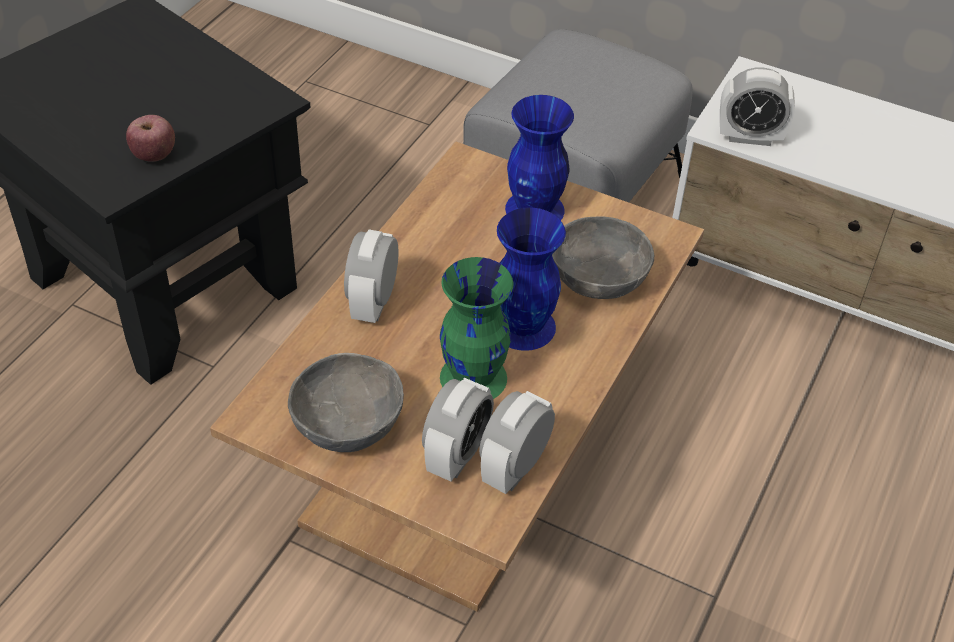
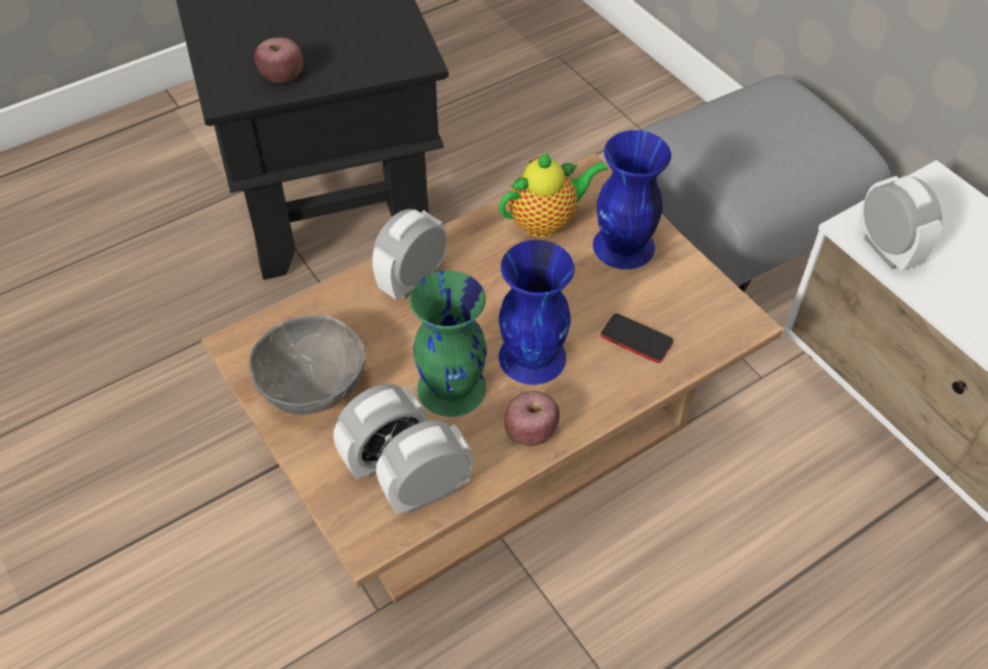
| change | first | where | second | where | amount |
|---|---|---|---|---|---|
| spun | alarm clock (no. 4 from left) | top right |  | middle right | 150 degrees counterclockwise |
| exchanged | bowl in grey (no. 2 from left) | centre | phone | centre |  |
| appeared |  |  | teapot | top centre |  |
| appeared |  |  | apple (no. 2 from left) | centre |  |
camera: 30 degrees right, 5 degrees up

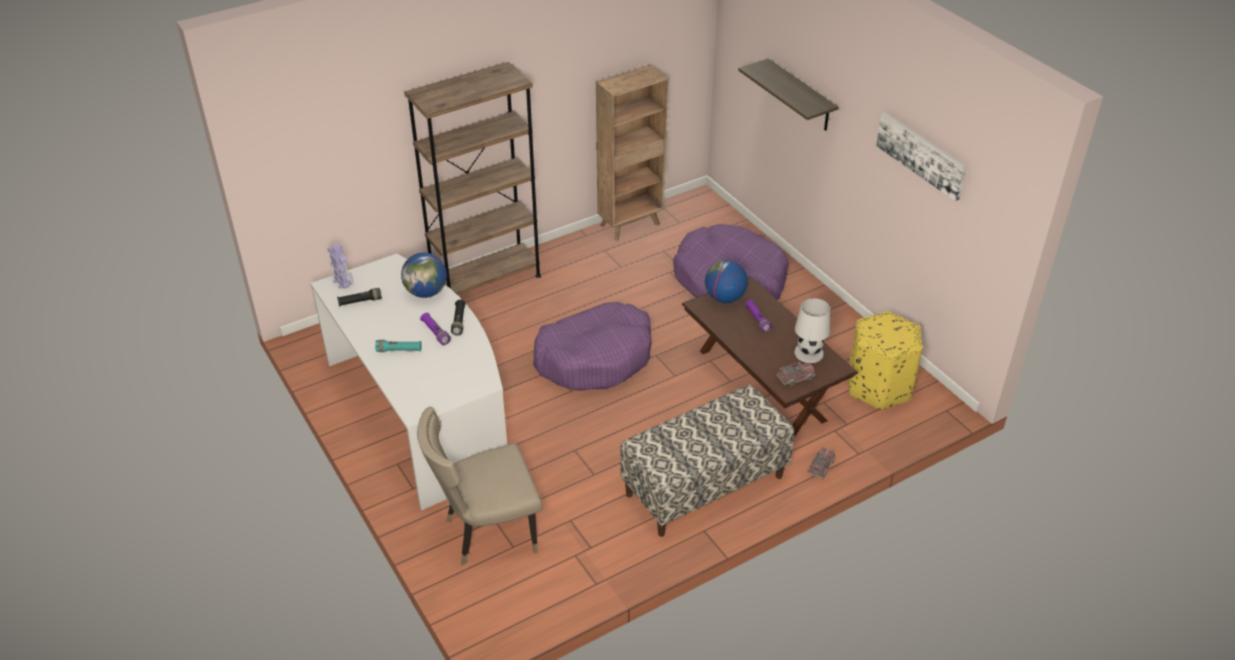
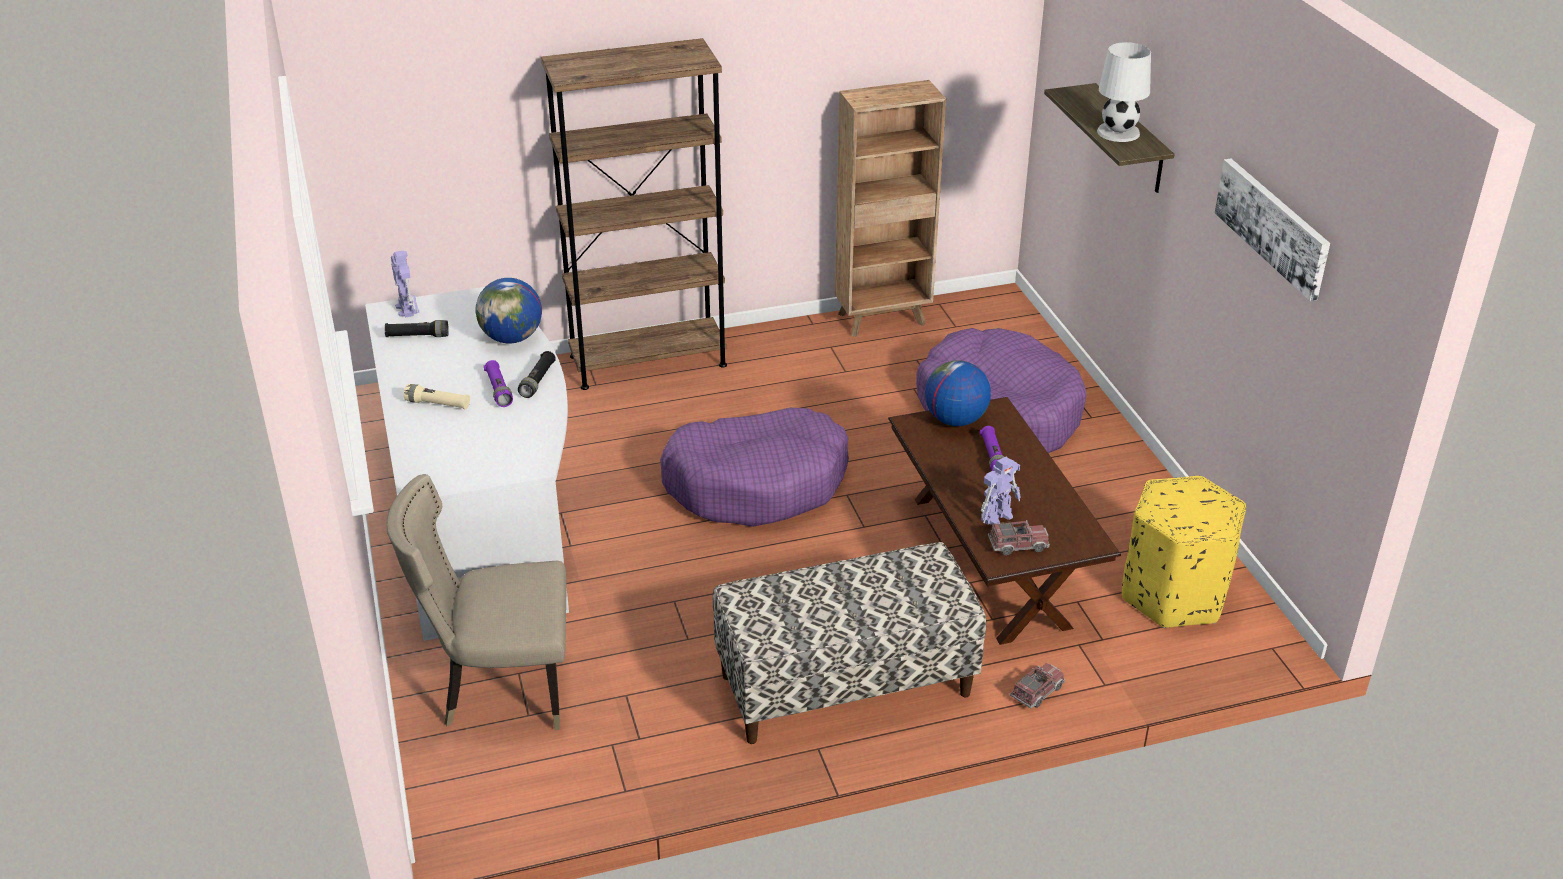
| change | first | where | second | where | amount |
|---|---|---|---|---|---|
| relocated | table lamp in white | centre |  | top right |  |
| colour | flashlight in turquoise | middle left | flashlight in beige | middle left |  |
| appeared |  |  | toy robot (no. 2 from left) | centre |  |
camera: 15 degrees right, 5 degrees down

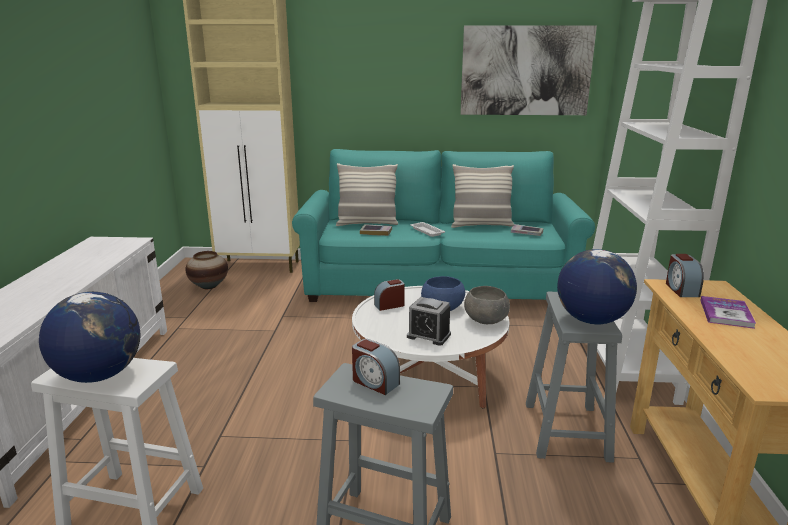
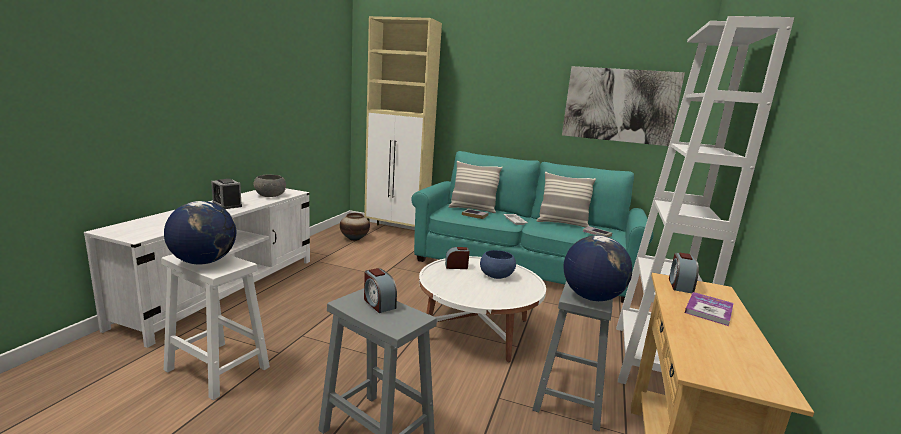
| change | first | where | second | where | amount |
|---|---|---|---|---|---|
| relocated | bowl in grey | centre |  | middle left |  |
| relocated | alarm clock (no. 3 from left in the first image) | centre | alarm clock (no. 1 from left) | middle left |  |
camera: 15 degrees right, 5 degrees down

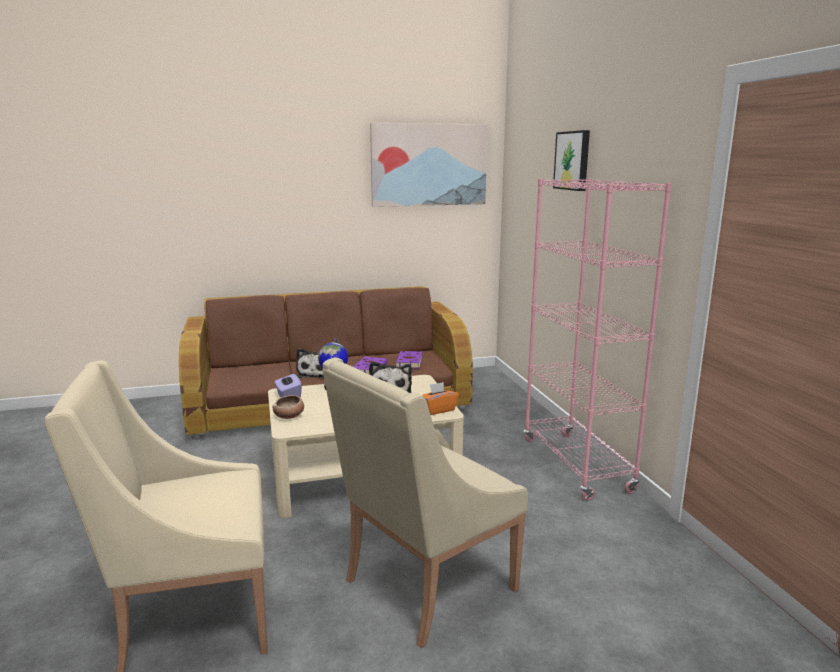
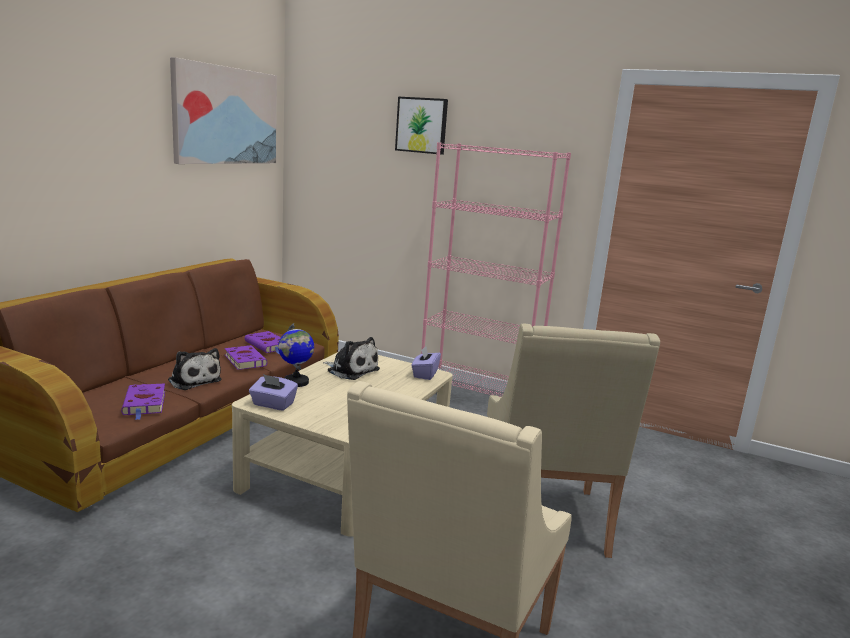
| change | first | where | second | where | amount |
|---|---|---|---|---|---|
| colour | tissue box in orange | centre | tissue box in purple (no. 2 from left) | centre |  |
| missing | bowl | centre |  |  |  |
| appeared |  |  | book in purple (no. 1 from left) | middle left |  |
camera: 50 degrees left, 0 degrees up

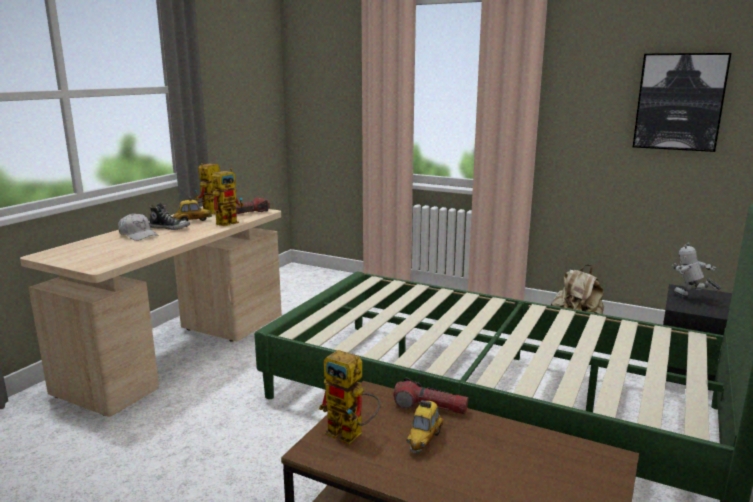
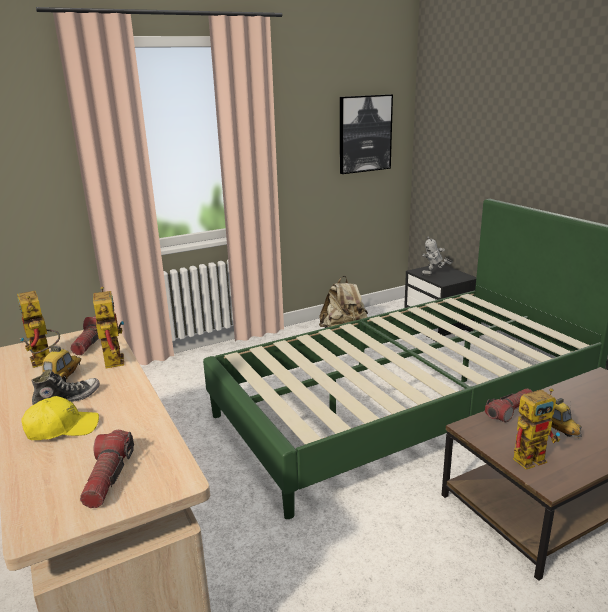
| change | first | where | second | where | amount |
|---|---|---|---|---|---|
| colour | cap in white | middle left | cap in yellow | bottom left |  |
| appeared |  |  | flashlight (no. 2 from left) | bottom left |  |
camera: 55 degrees left, 5 degrees up

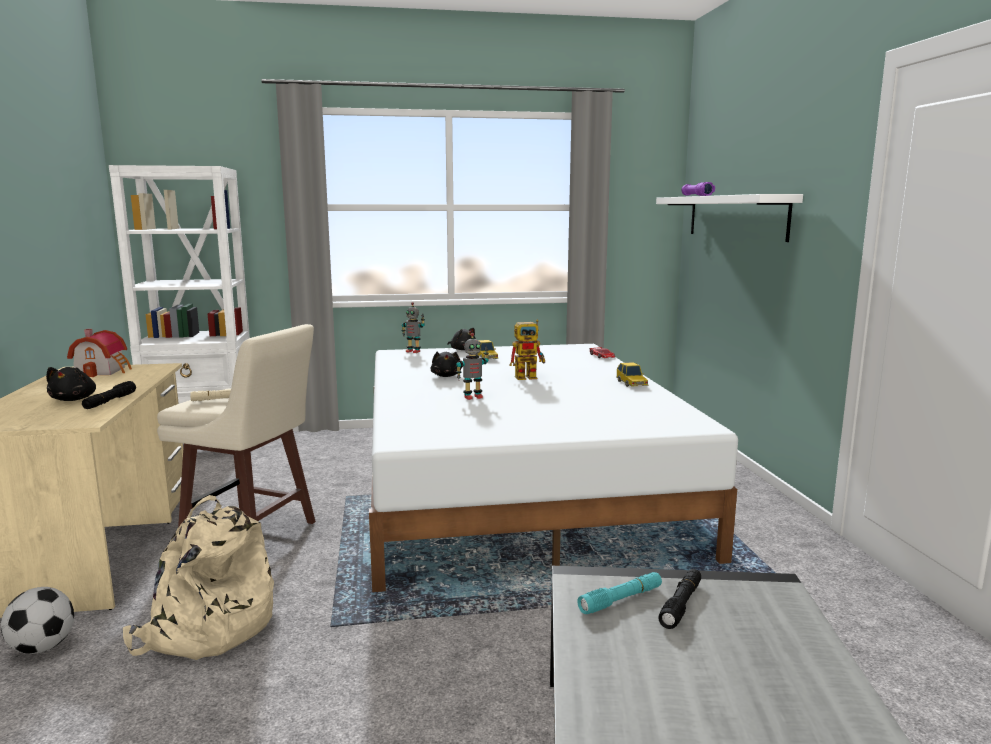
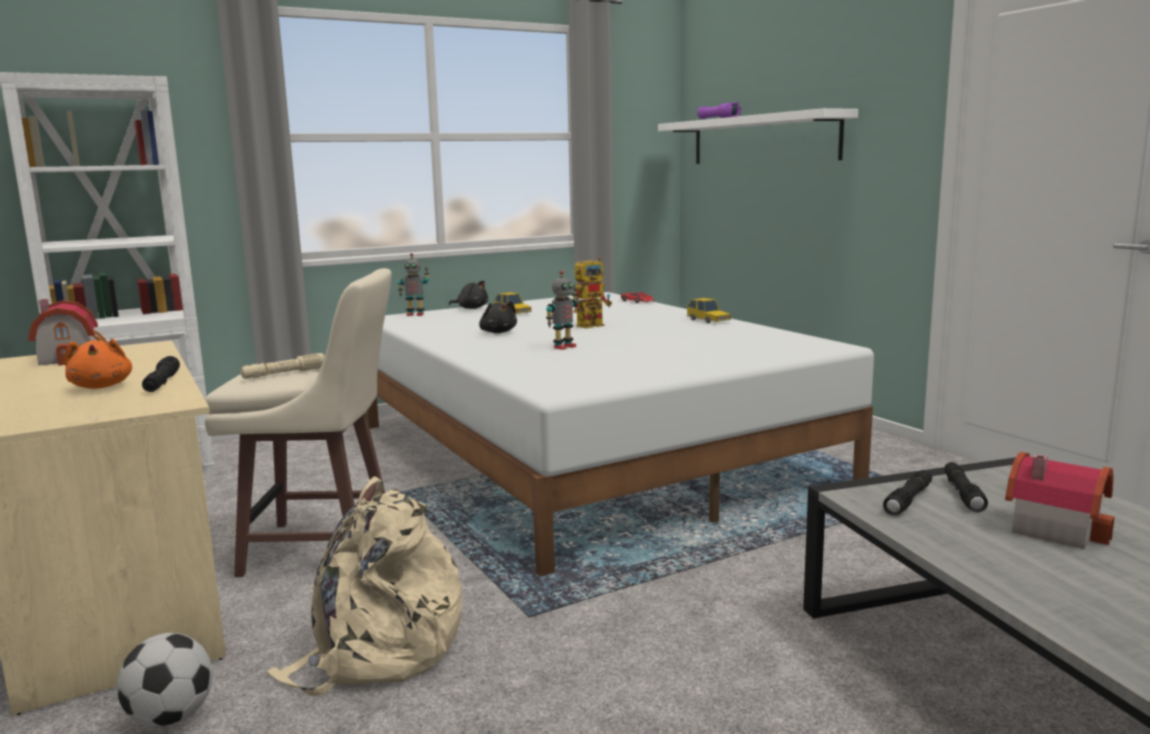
| change | first | where | second | where | amount |
|---|---|---|---|---|---|
| colour | plush toy in black (no. 1 from left) | middle left | plush toy in orange | middle left |  |
| colour | flashlight in turquoise | bottom centre | flashlight in black (no. 2 from left) | bottom right |  |
| appeared |  |  | toy house (no. 2 from left) | bottom right |  |
camera: 20 degrees left, 0 degrees up

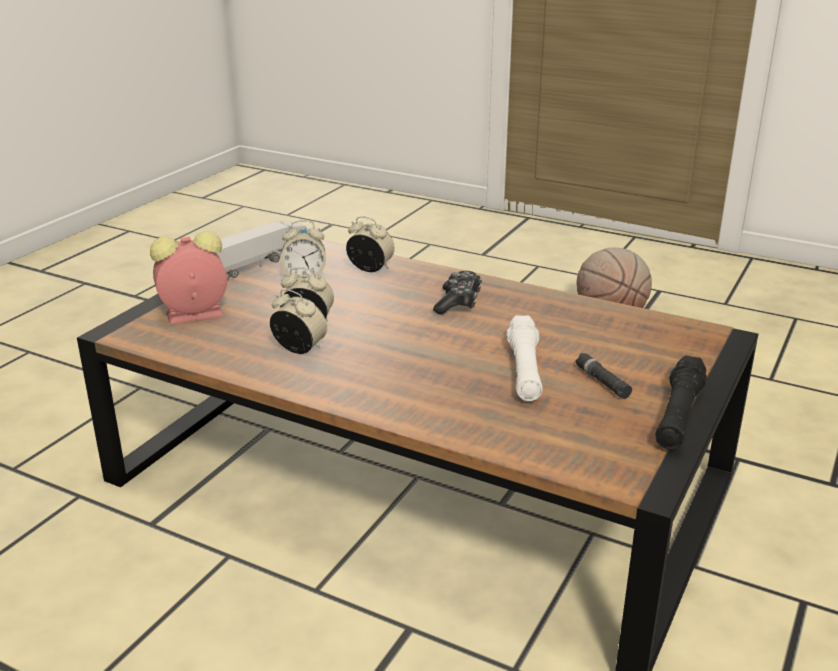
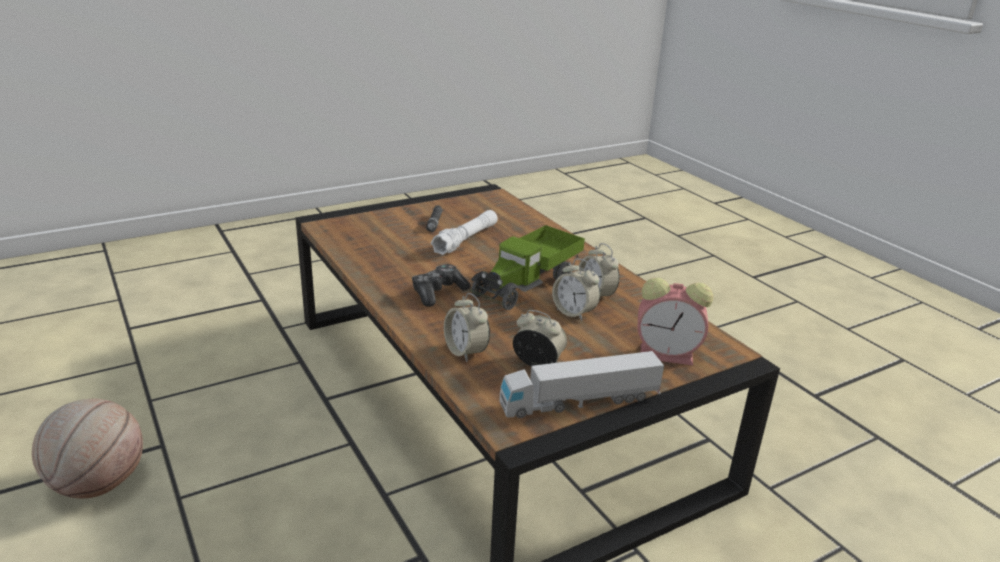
| change | first | where | second | where | amount |
|---|---|---|---|---|---|
| missing | flashlight in black (no. 2 from left) | middle right |  |  |  |
| appeared |  |  | toy truck (no. 1 from left) | centre |  |
camera: 150 degrees left, 0 degrees up

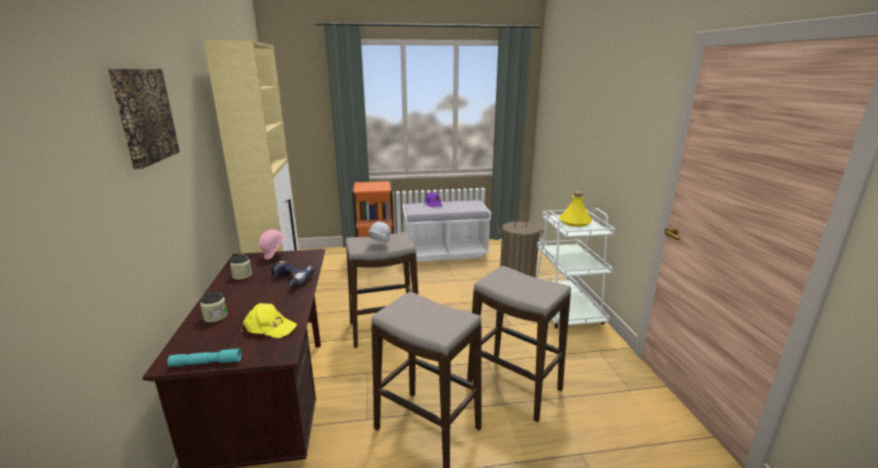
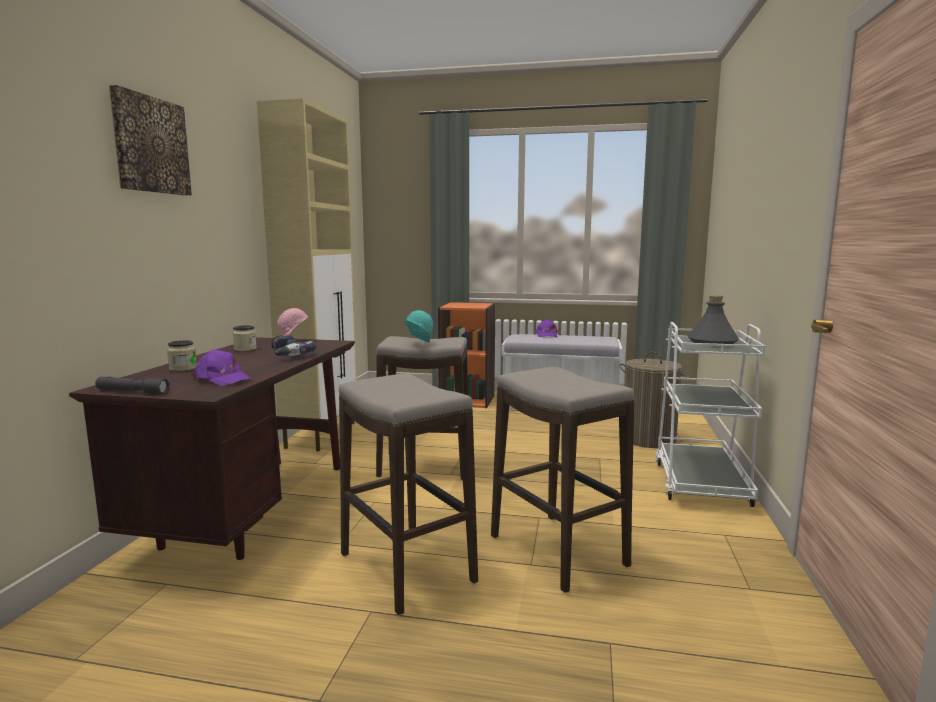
| change | first | where | second | where | amount |
|---|---|---|---|---|---|
| colour | bottle in yellow | centre | bottle in grey | middle right |  |
| colour | hard hat in white | centre | hard hat in turquoise | centre |  |
| colour | cap in yellow | bottom left | cap in purple (no. 1 from left) | middle left |  |
| colour | flashlight in turquoise | bottom left | flashlight in grey | middle left |  |
camera: 20 degrees right, 10 degrees down

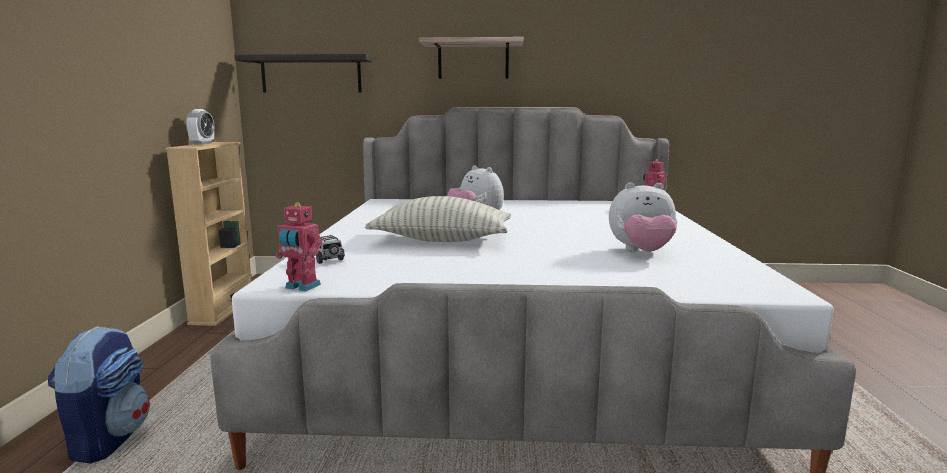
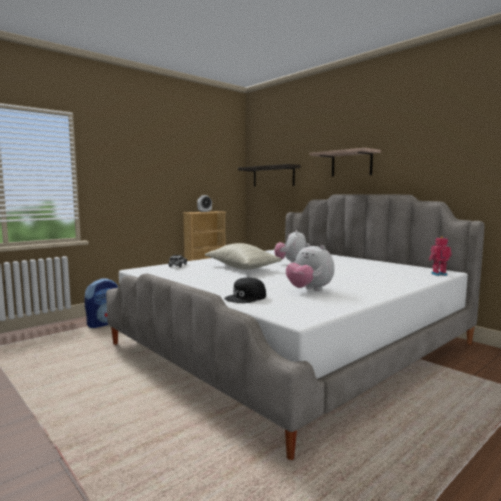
| change | first | where | second | where | amount |
|---|---|---|---|---|---|
| missing | toy robot (no. 1 from left) | middle left |  |  |  |
| appeared |  |  | cap in black | centre |  |
camera: 45 degrees right, 5 degrees down

